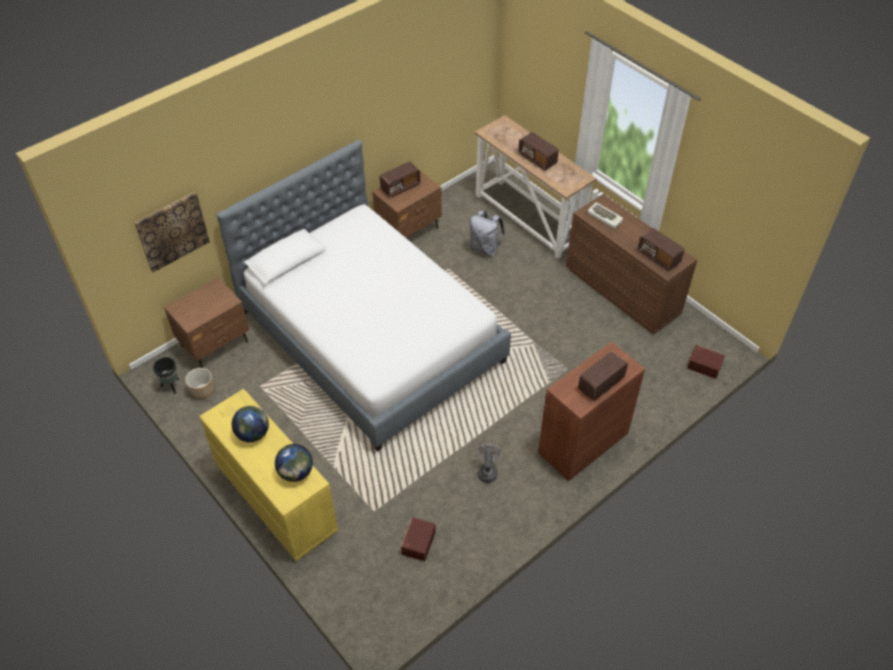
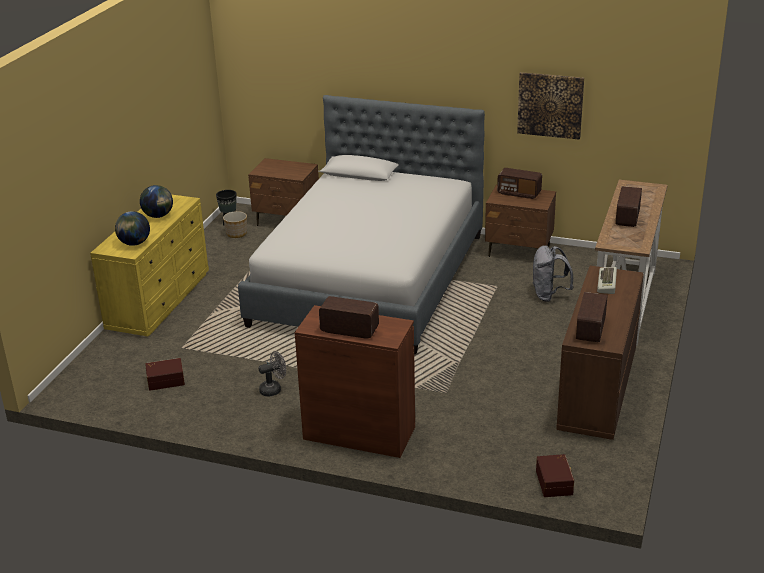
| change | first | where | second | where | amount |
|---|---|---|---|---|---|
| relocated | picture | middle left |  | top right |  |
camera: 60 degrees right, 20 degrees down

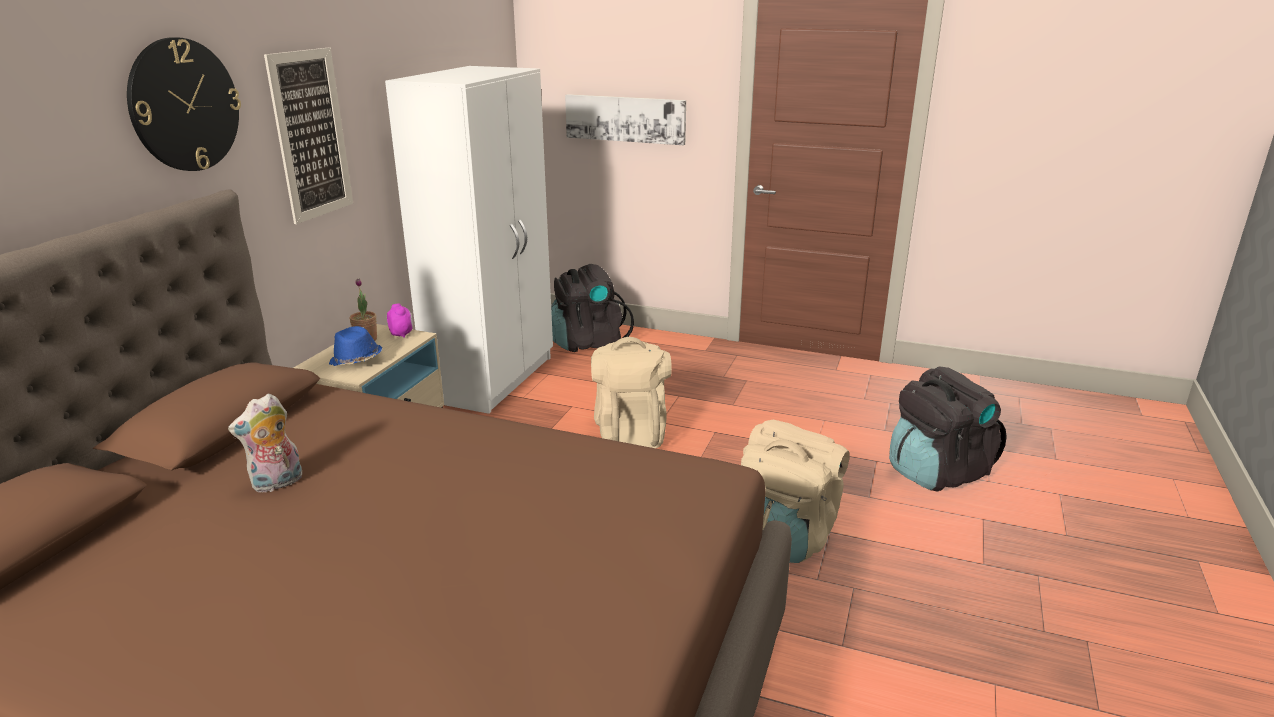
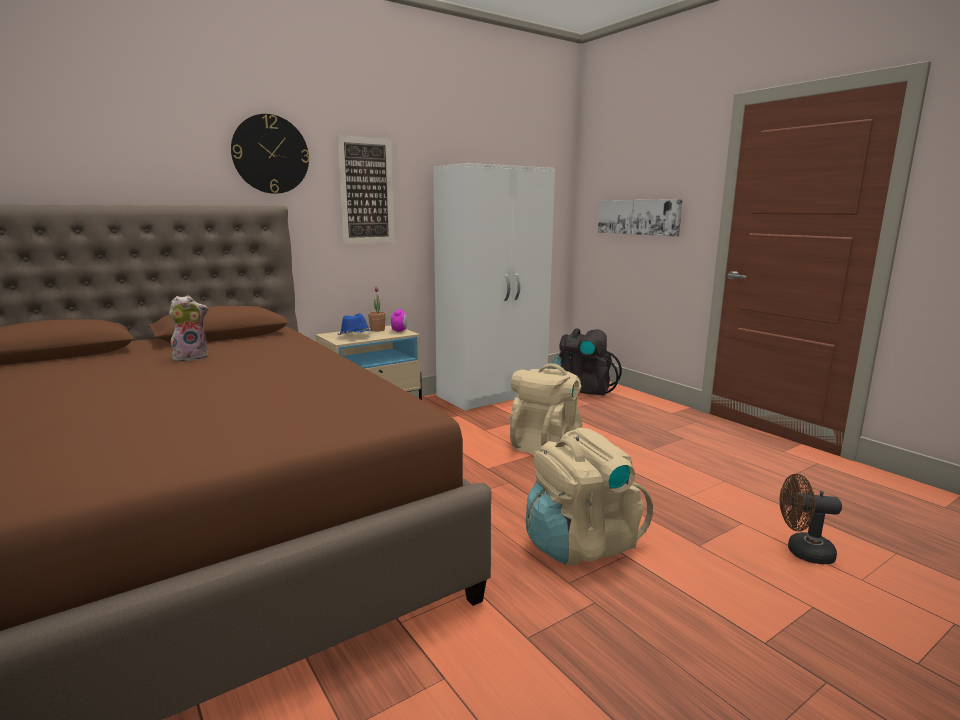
| change | first | where | second | where | amount |
|---|---|---|---|---|---|
| exchanged | backpack in black (no. 2 from left) | middle right | fan in brown | bottom right |  |
| spun | plush toy | middle left |  | middle left | 150 degrees clockwise |
camera: 35 degrees right, 10 degrees down

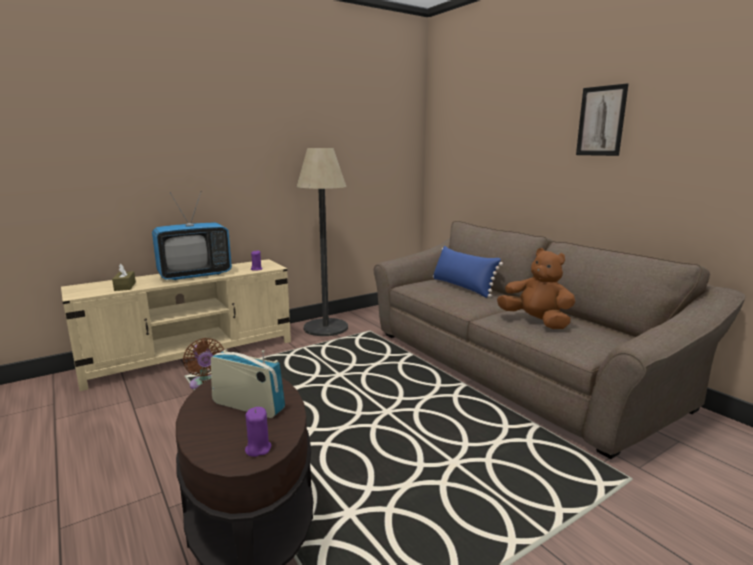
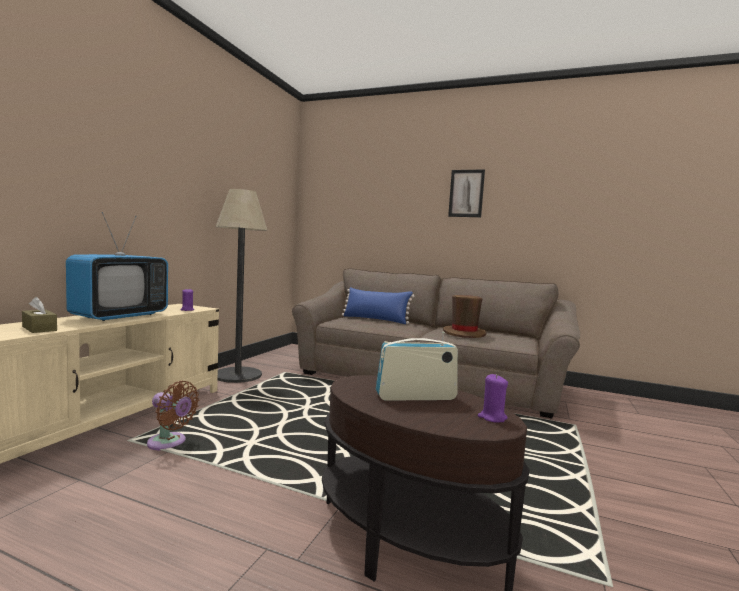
| change | first | where | second | where | amount |
|---|---|---|---|---|---|
| exchanged | plush toy in brown | middle right | hat in brown | centre |  |
camera: 35 degrees left, 10 degrees down

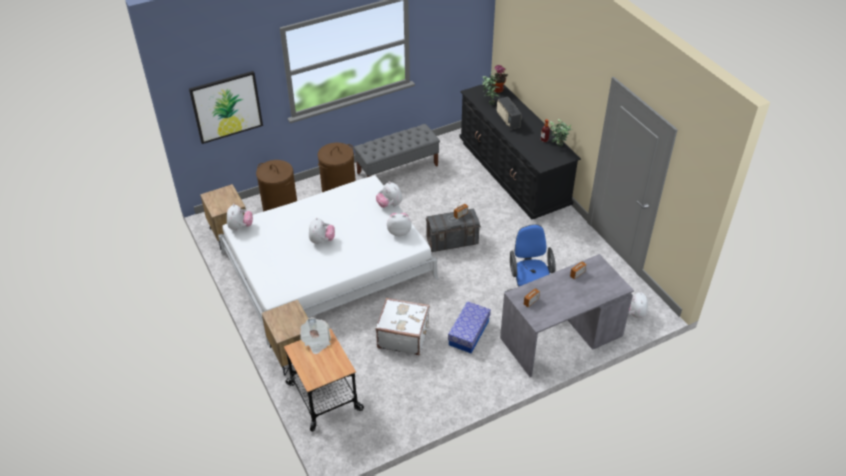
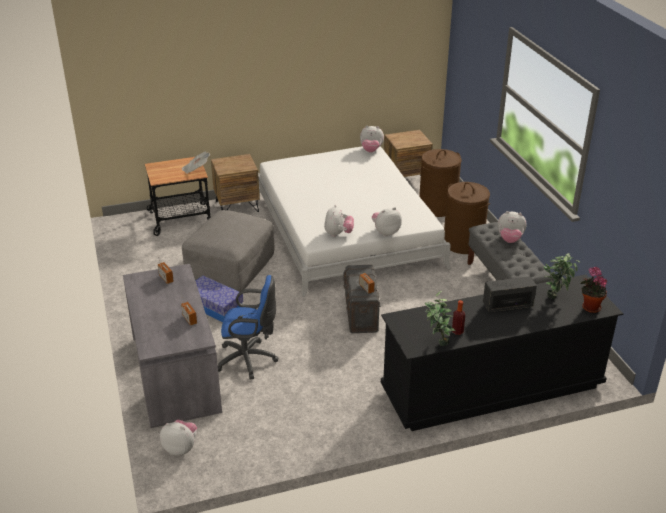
| change | first | where | second | where | amount |
|---|---|---|---|---|---|
| missing | picture | top left |  |  |  |
| relocated | plush toy (no. 2 from left in the first image) | centre | plush toy (no. 5 from left) | middle right |  |
| exchanged | suitcase in white | bottom centre | ottoman in grey | centre |  |
camera: 100 degrees right, 10 degrees down

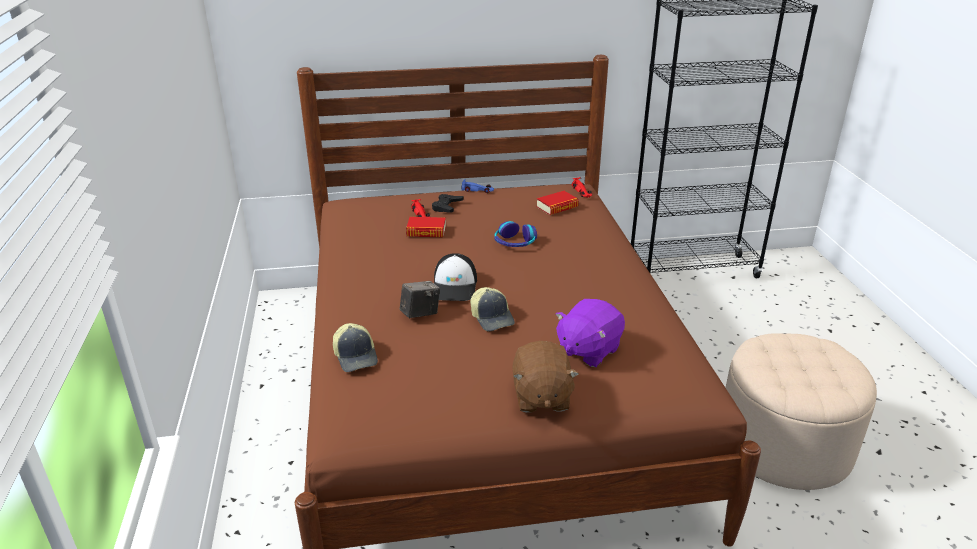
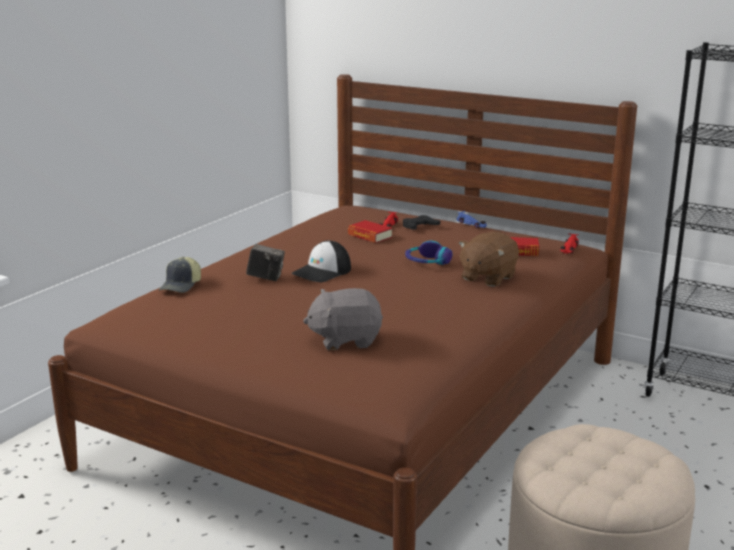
| change | first | where | second | where | amount |
|---|---|---|---|---|---|
| missing | cap (no. 3 from left) | centre |  |  |  |
| colour | plush toy in purple | centre | plush toy in grey | centre |  |
| relocated | plush toy in brown | bottom centre |  | centre |  |
camera: 40 degrees right, 10 degrees down

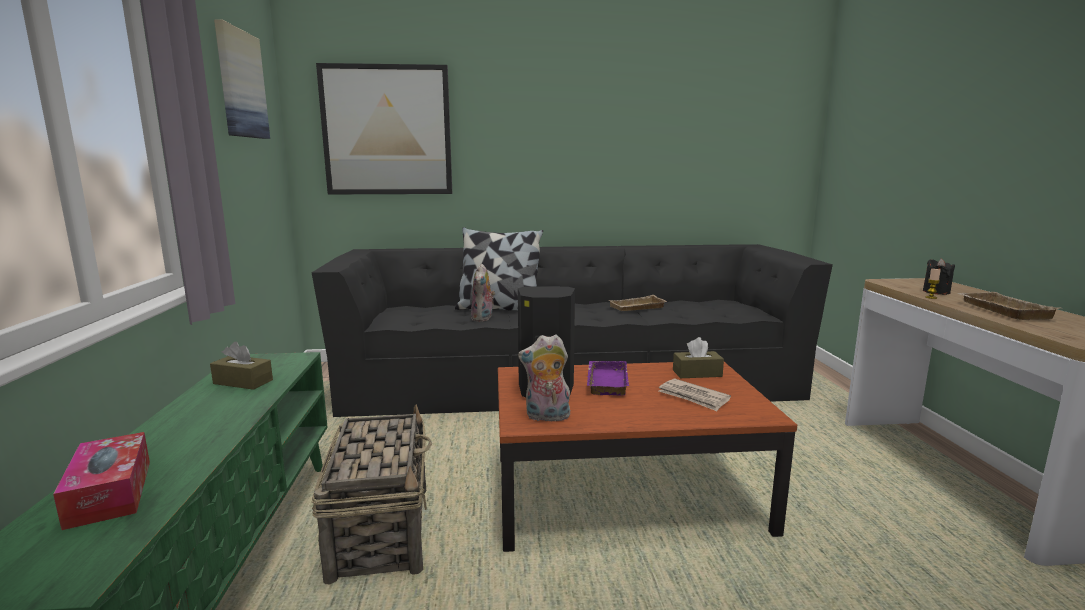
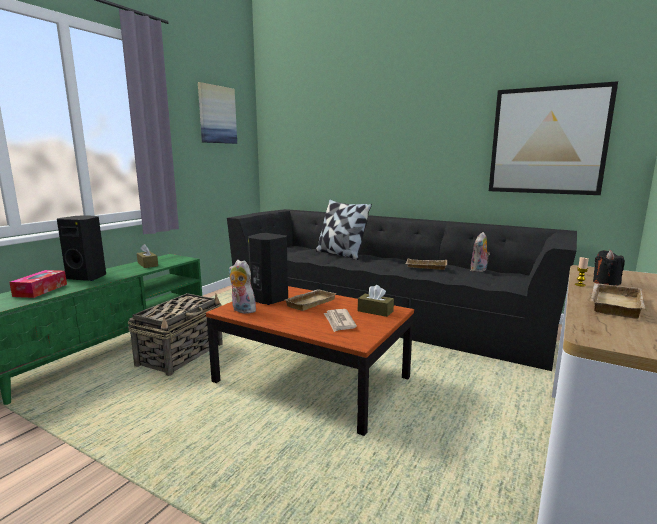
| change | first | where | second | where | amount |
|---|---|---|---|---|---|
| relocated | picture (no. 2 from left) | top centre |  | top right |  |
| relocated | plush toy (no. 1 from left in the first image) | centre | plush toy (no. 2 from left) | middle right |  |
| colour | tray in purple | centre | tray in beige (no. 1 from left) | centre |  |
| appeared |  |  | speaker in black (no. 1 from left) | middle left |  |
camera: 35 degrees right, 0 degrees up

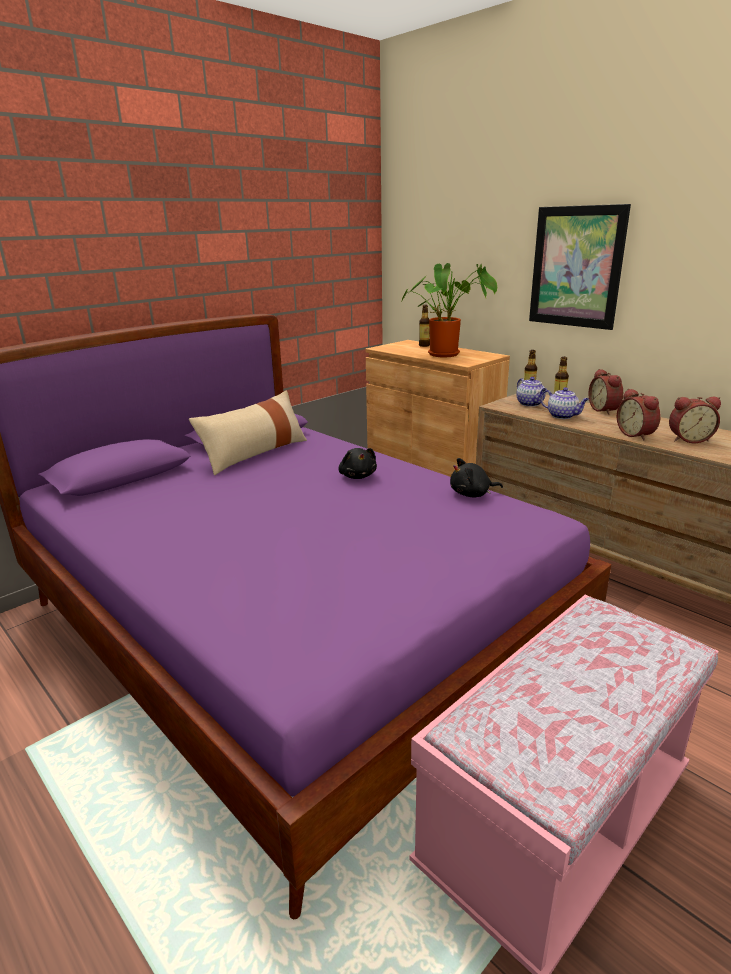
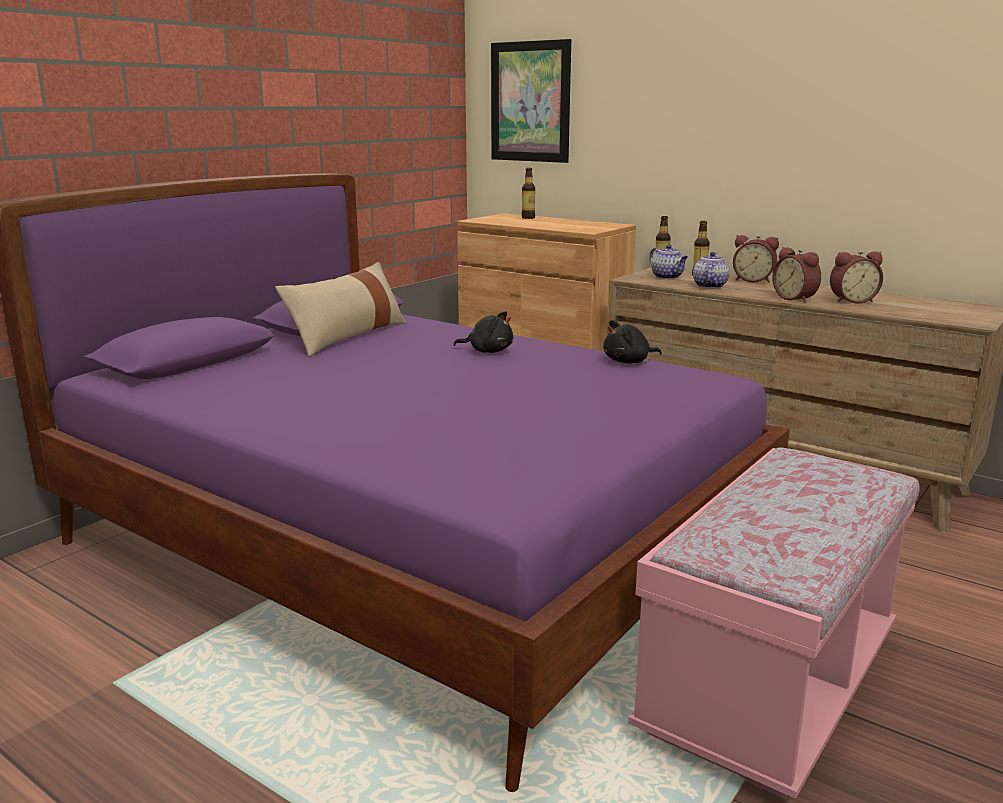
| change | first | where | second | where | amount |
|---|---|---|---|---|---|
| relocated | picture | top right |  | top centre |  |
| missing | potted plant | top centre |  |  |  |
| spun | alarm clock (no. 1 from left) | middle right |  | top right | 45 degrees counterclockwise |
| spun | teapot (no. 2 from left) | middle right |  | middle right | 105 degrees counterclockwise |
| spun | plush toy in black (no. 1 from left) | centre |  | centre | 45 degrees counterclockwise |
camera: 10 degrees left, 5 degrees down

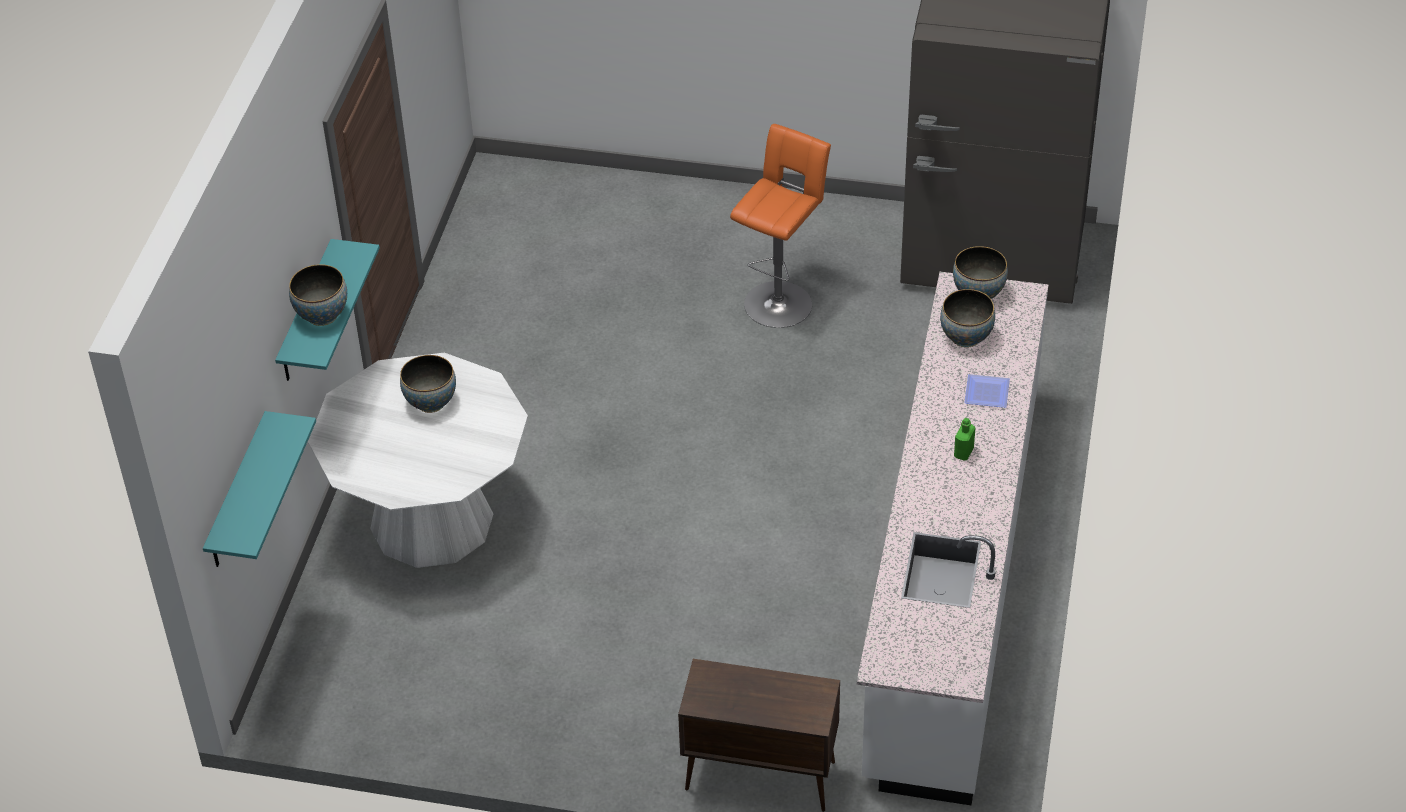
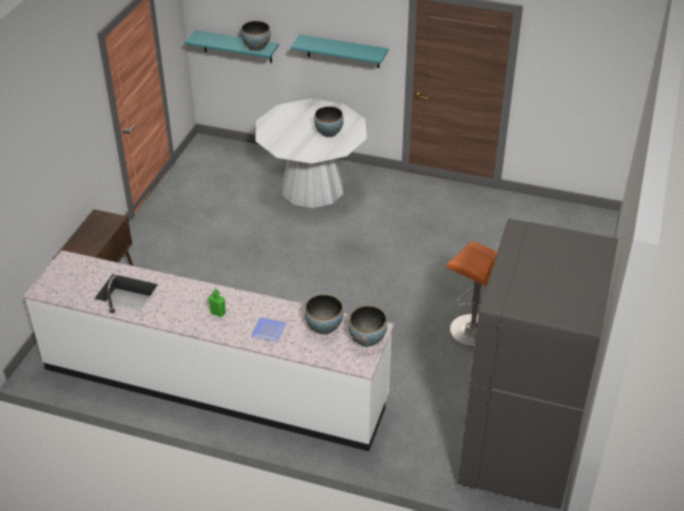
| change | first | where | second | where | amount |
|---|---|---|---|---|---|
| relocated | bowl (no. 1 from left) | middle left |  | top centre |  |
camera: 95 degrees right, 5 degrees down

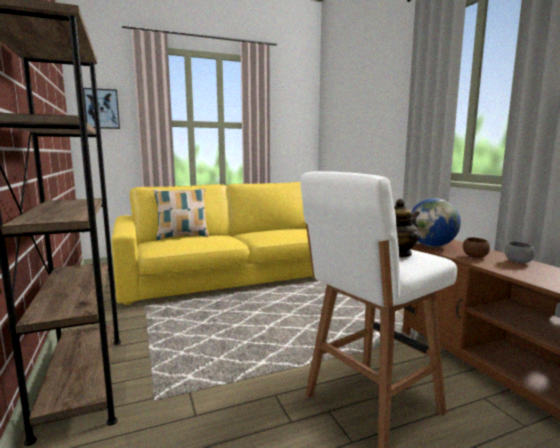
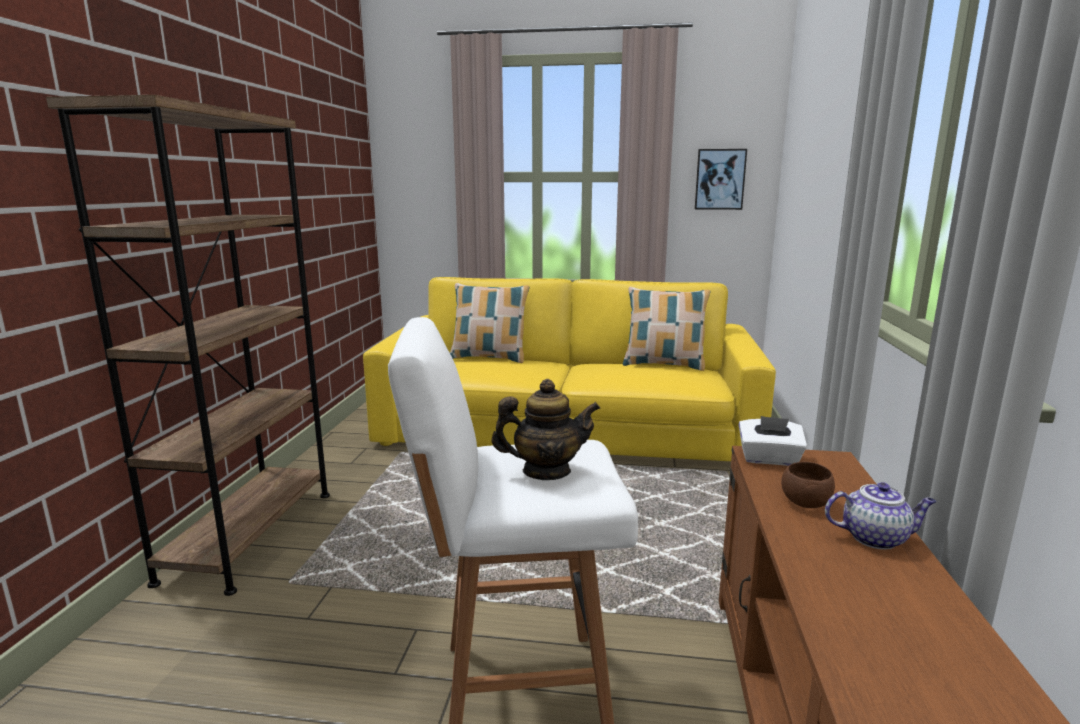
| change | first | where | second | where | amount |
|---|---|---|---|---|---|
| relocated | picture | top left |  | top right |  |
| exchanged | globe | middle right | tissue box in white | middle right |  |
| exchanged | bowl in grey | middle right | teapot (no. 2 from left) | bottom right |  |
| appeared |  |  | pillow (no. 2 from left) | centre |  |
camera: 30 degrees right, 5 degrees up

